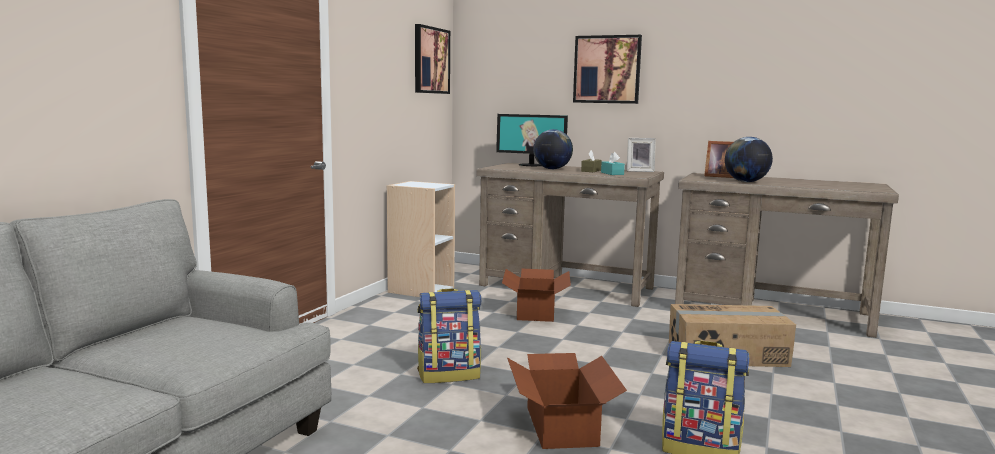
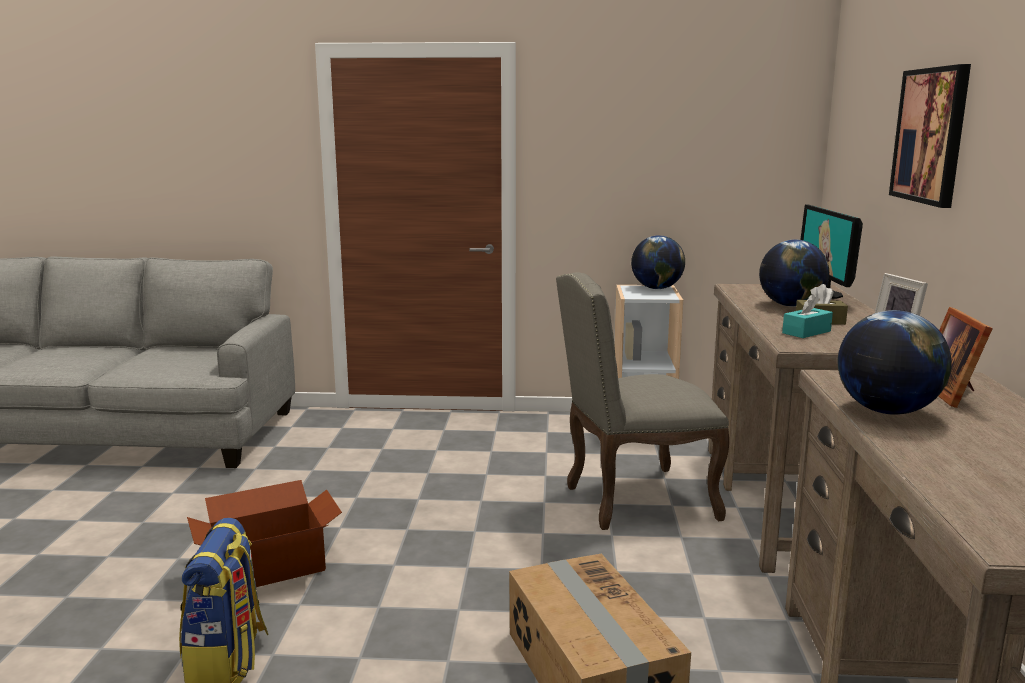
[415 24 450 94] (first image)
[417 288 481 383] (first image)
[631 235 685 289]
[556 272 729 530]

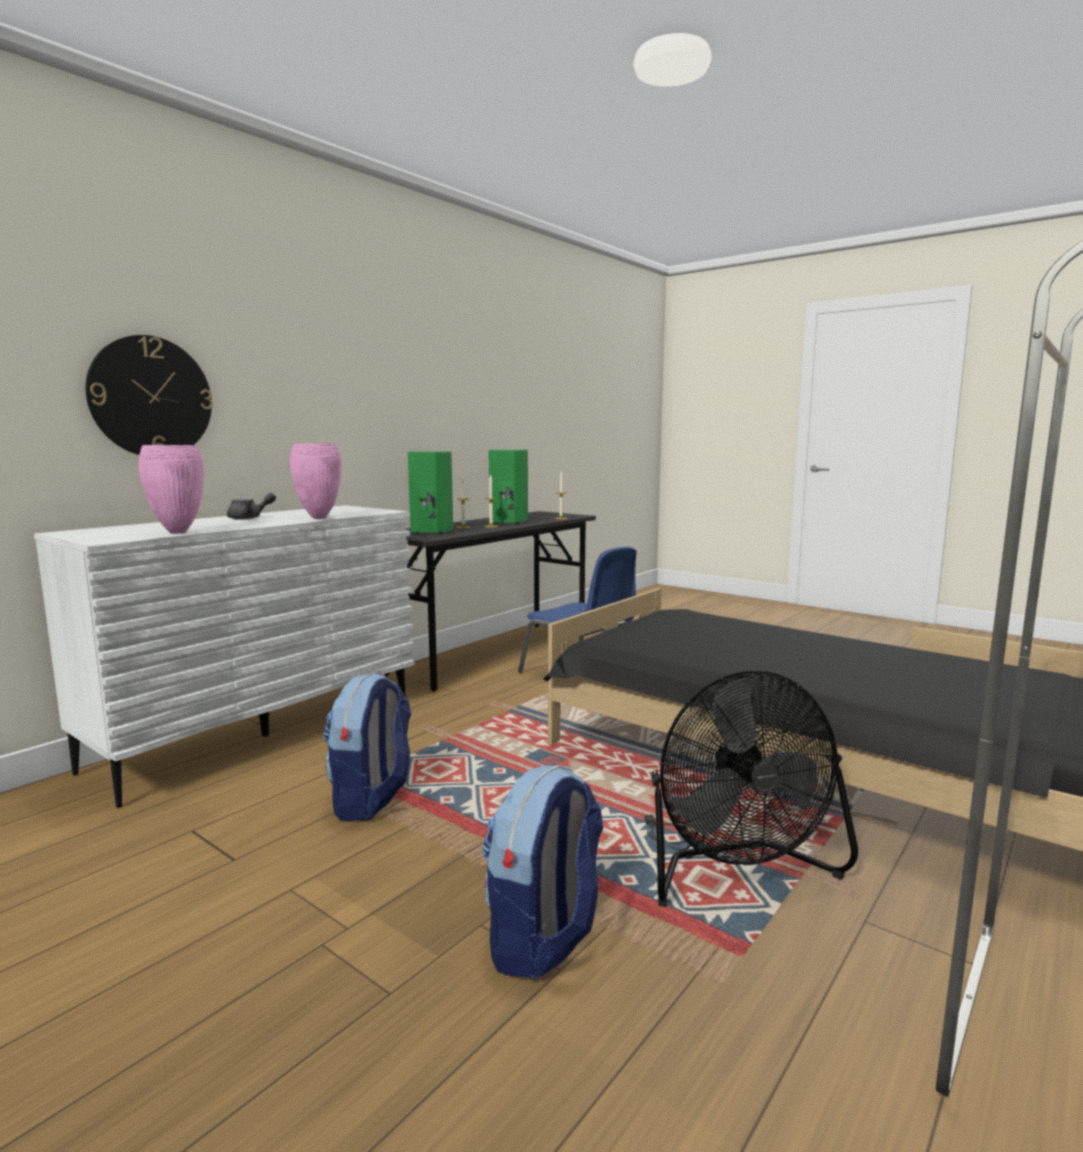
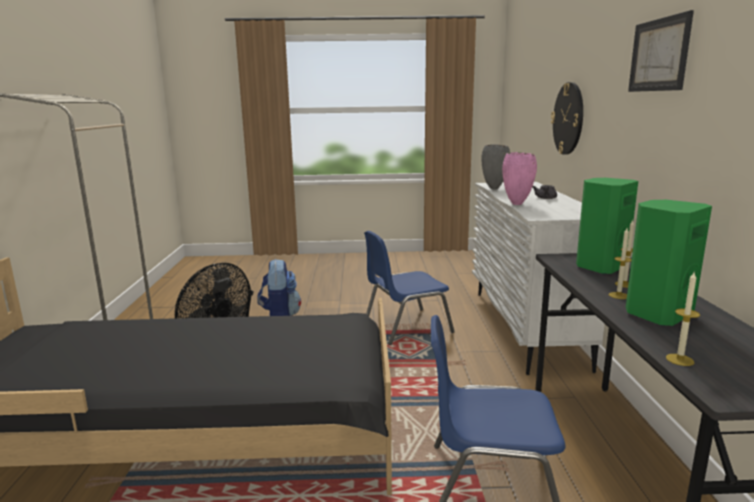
[628 10 694 92]
[364 231 455 345]
[481 144 510 189]

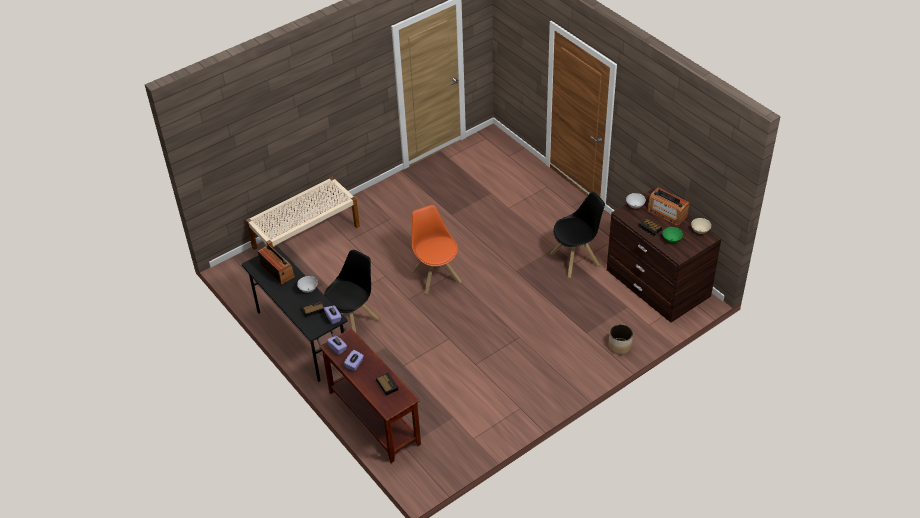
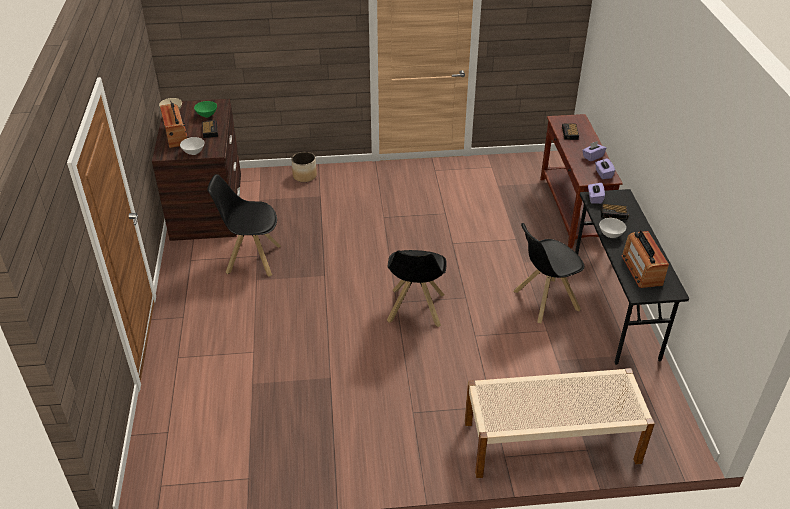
[387 250 447 327]

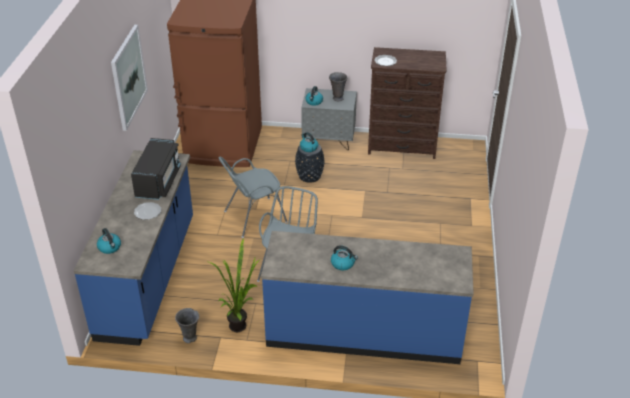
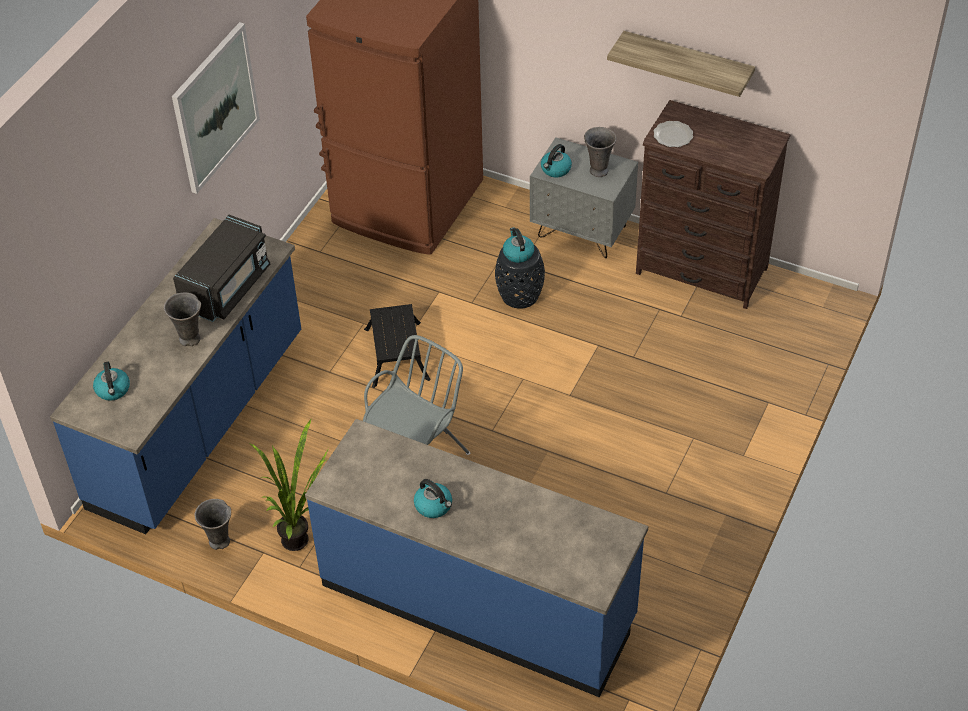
[607 31 755 97]
[164 292 201 346]
[364 304 431 388]

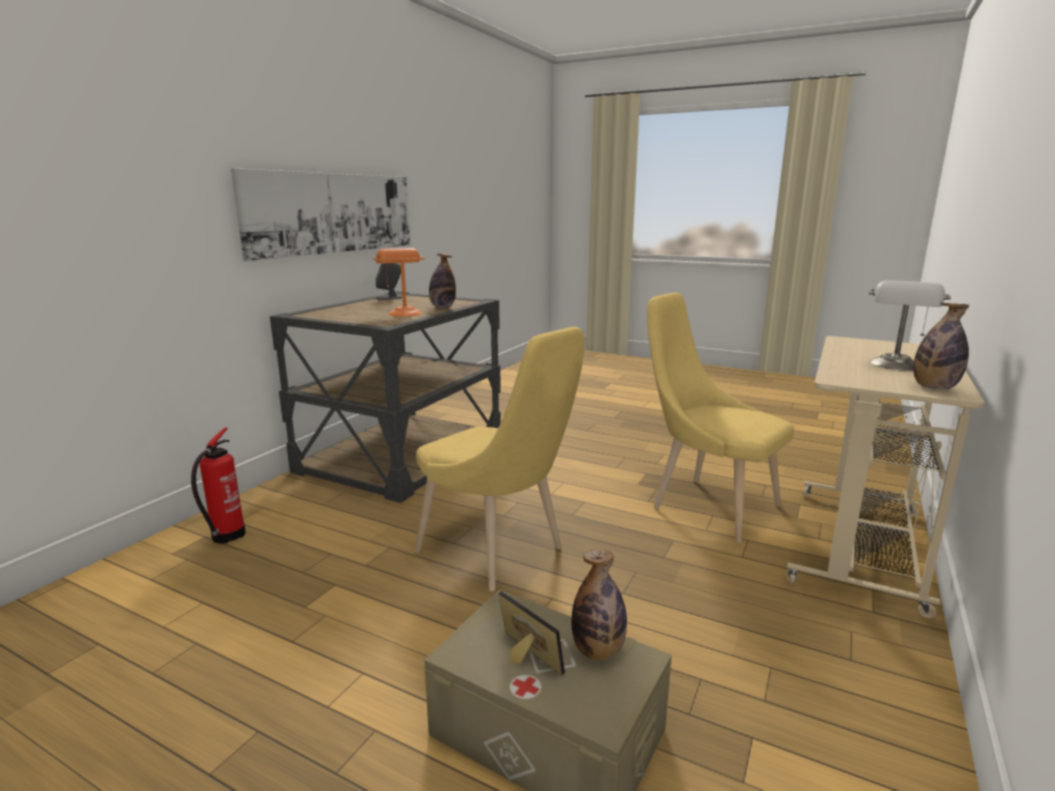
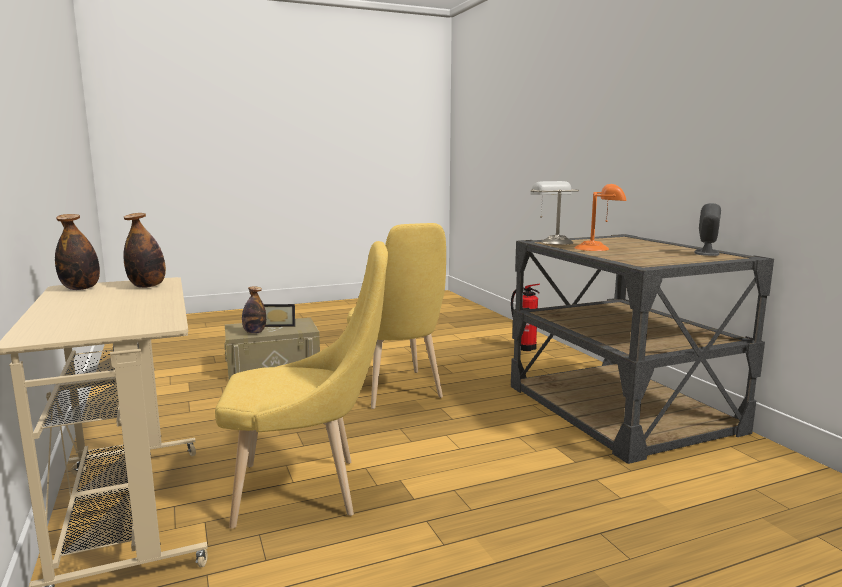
[231 168 410 261] (first image)
[123 213 166 288]
[530 181 579 245]
[347 223 446 409]

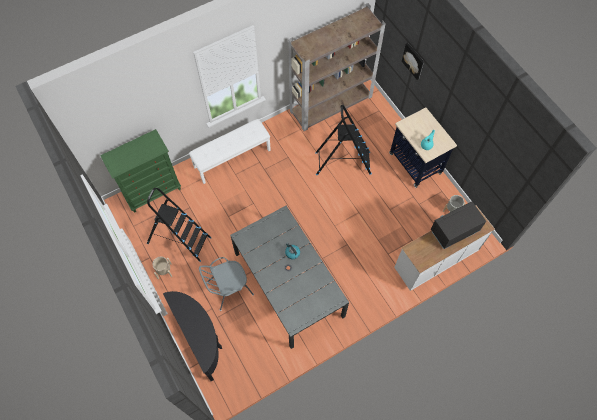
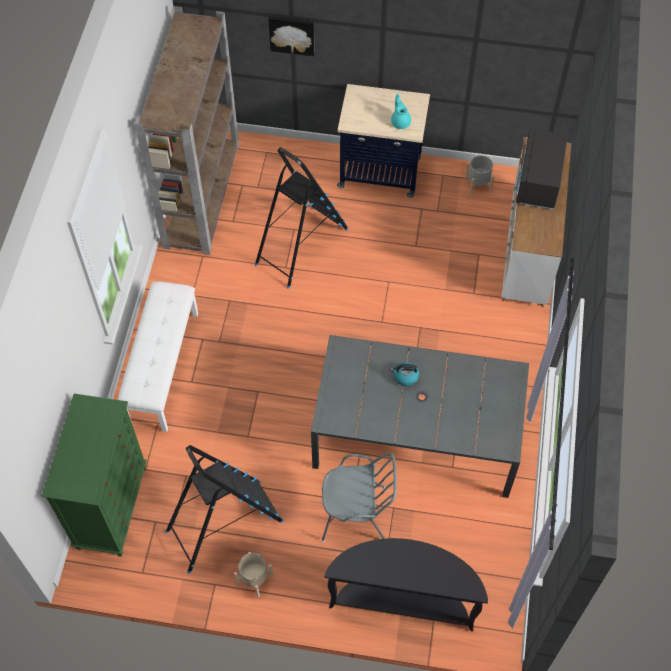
[321 453 397 542]

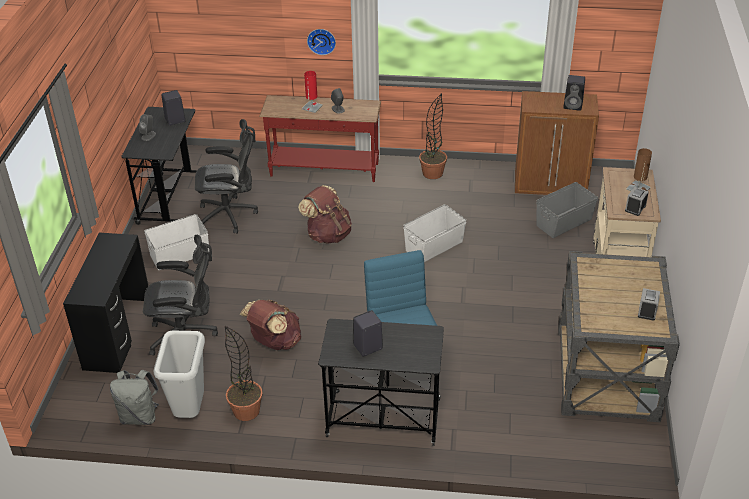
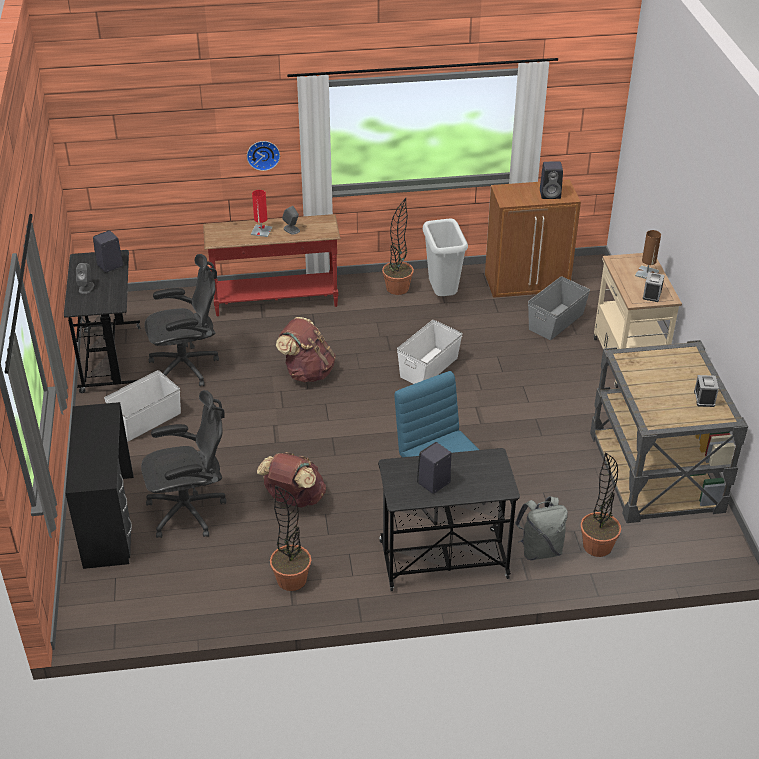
[581 453 621 557]
[515 496 568 561]
[423 219 468 296]

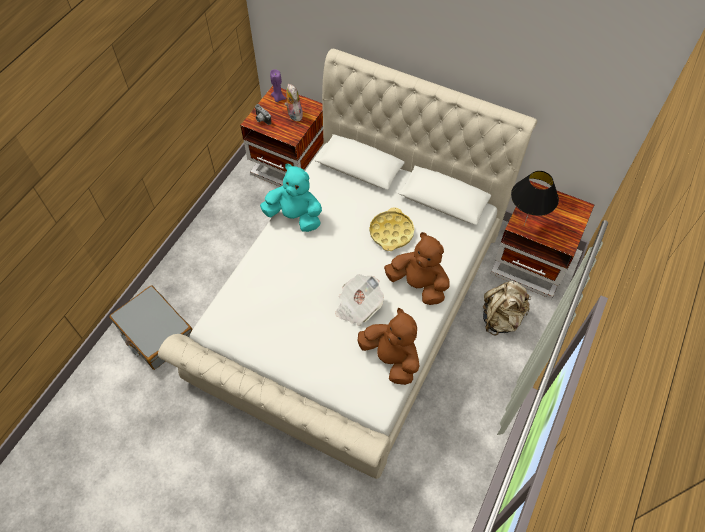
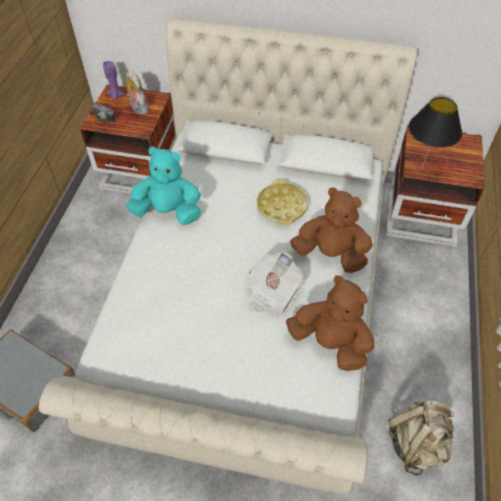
[388 400 454 476]

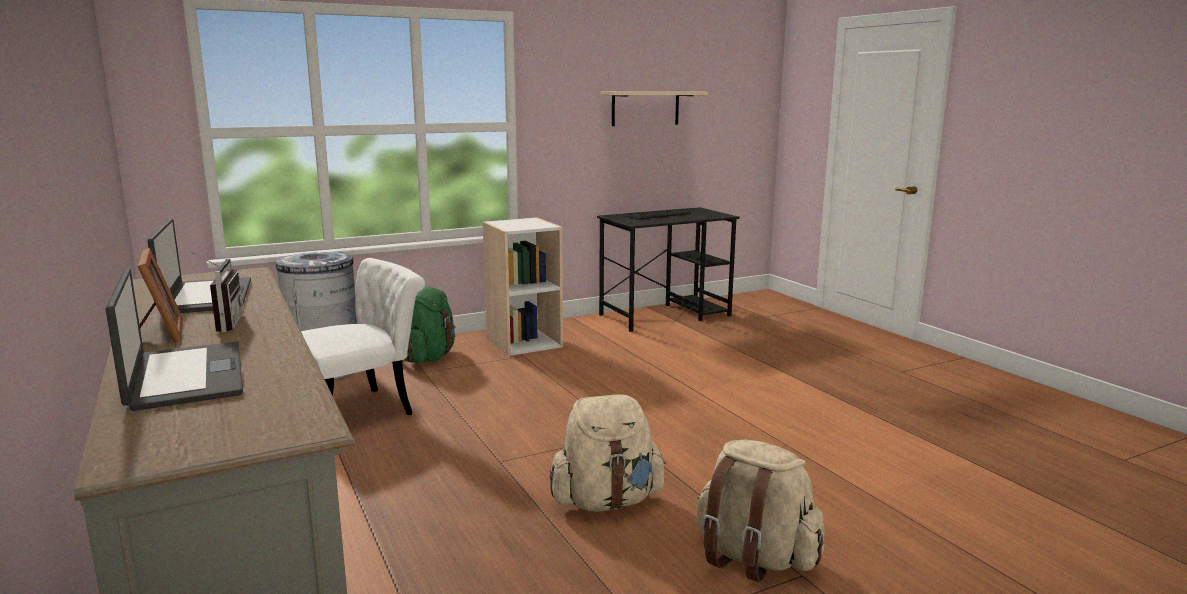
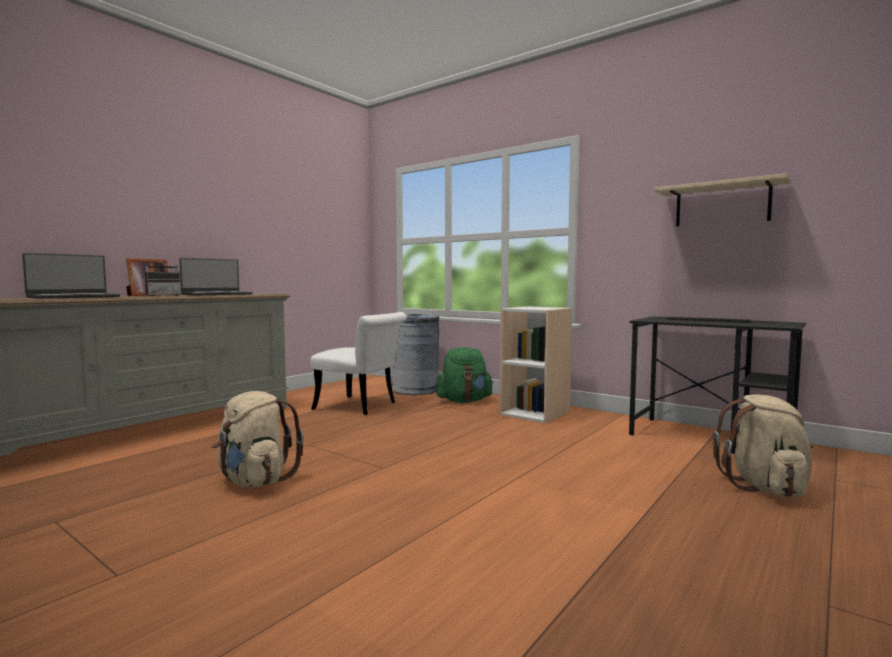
[713 394 814 497]

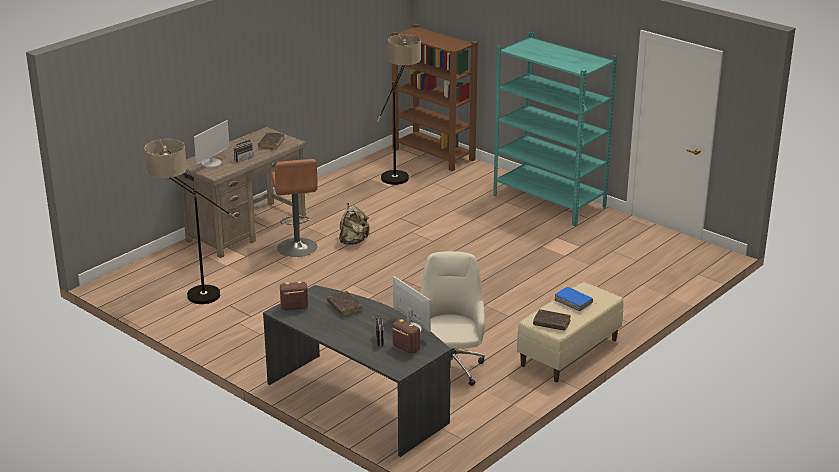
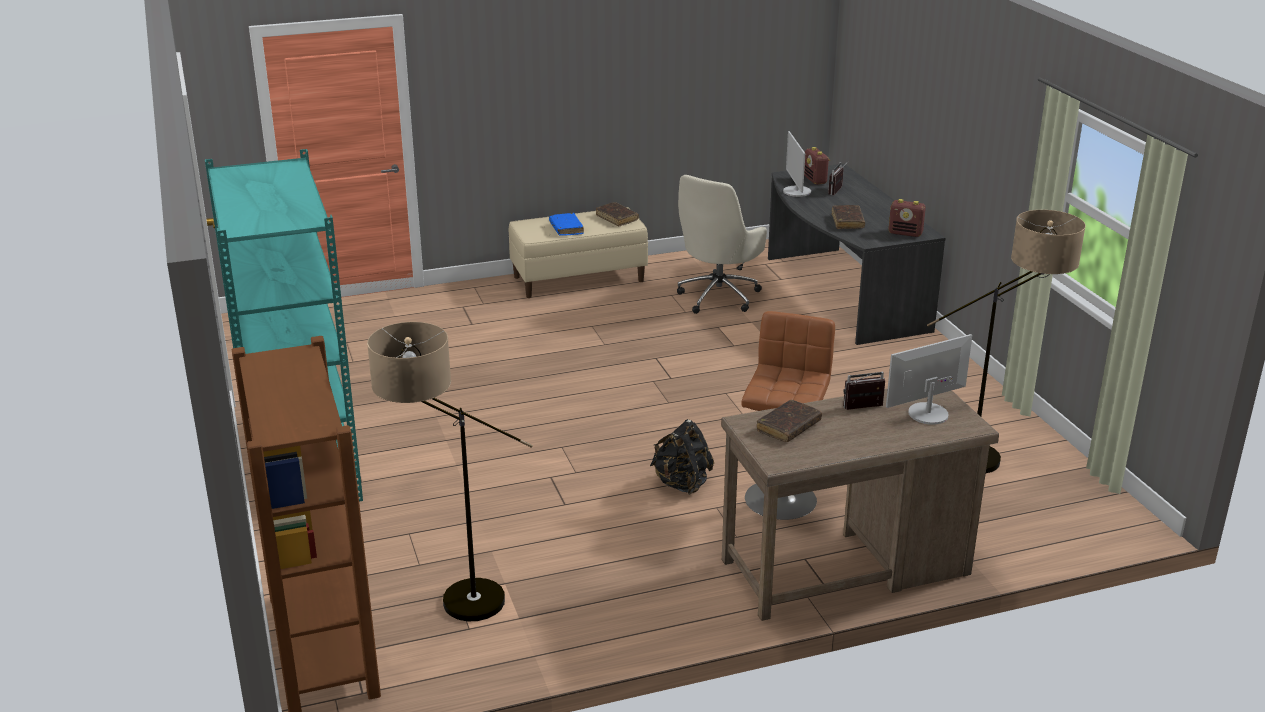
[650 419 714 495]

